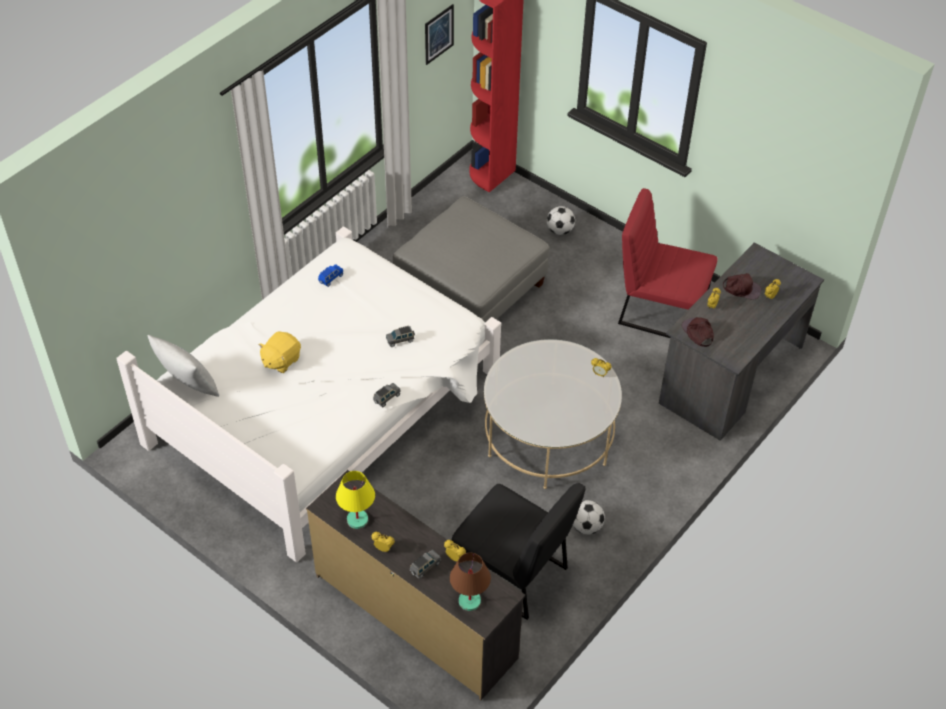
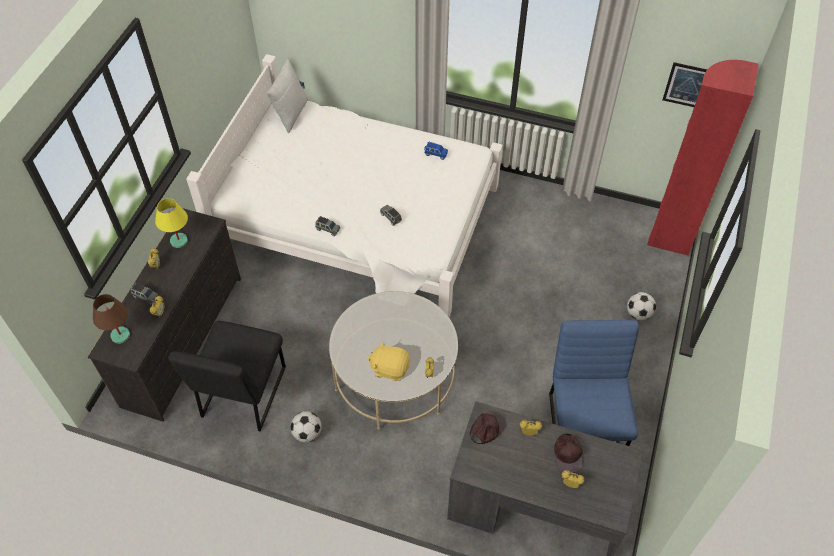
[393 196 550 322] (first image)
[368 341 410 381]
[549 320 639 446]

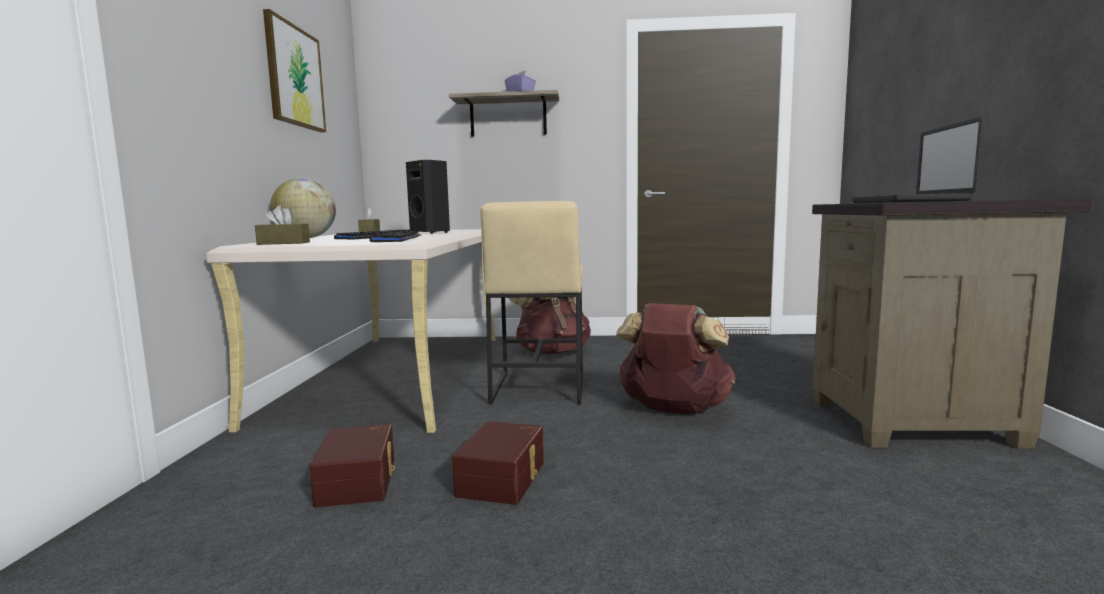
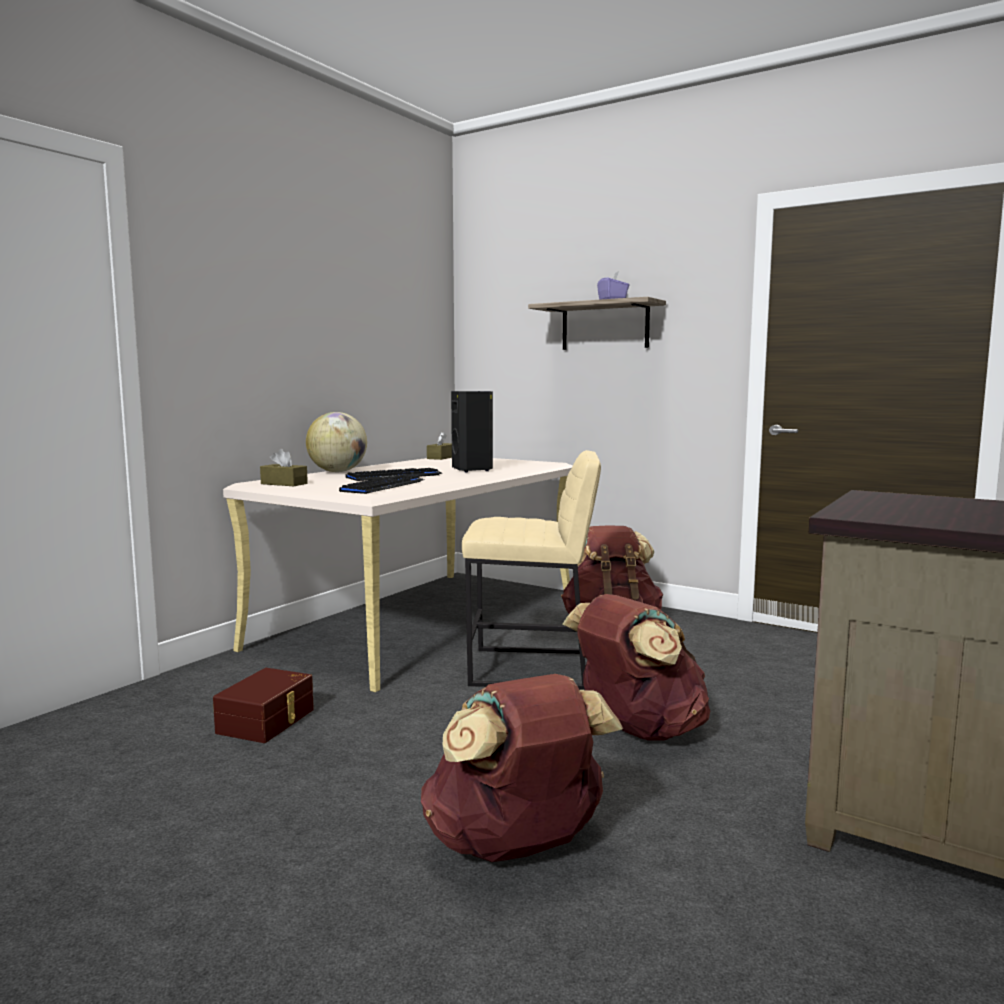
[263 9 326 132] (first image)
[452 421 544 505] (first image)
[852 117 983 203] (first image)
[421 674 623 862]
[462 450 601 690]

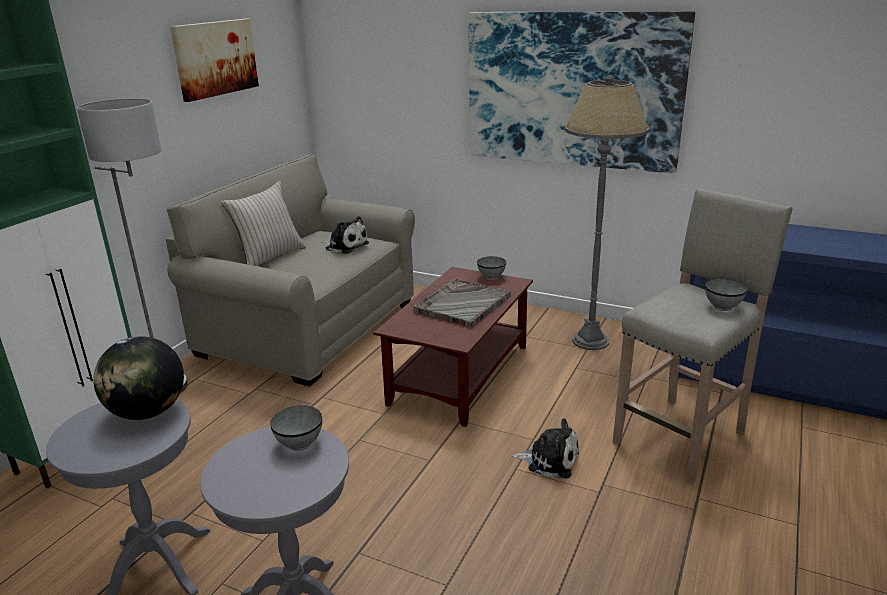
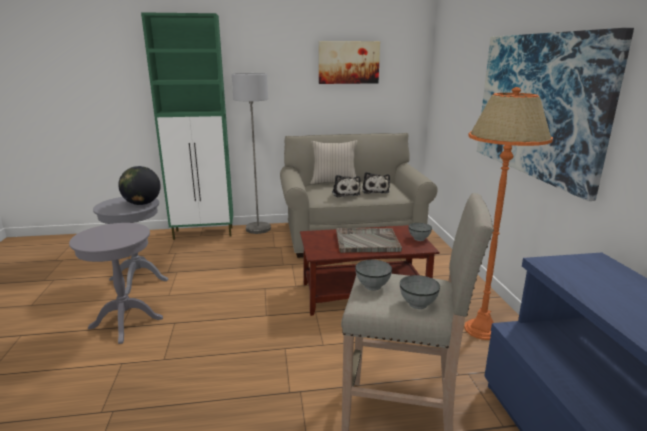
[355 260 392 291]
[332 175 360 197]
[464 87 553 340]

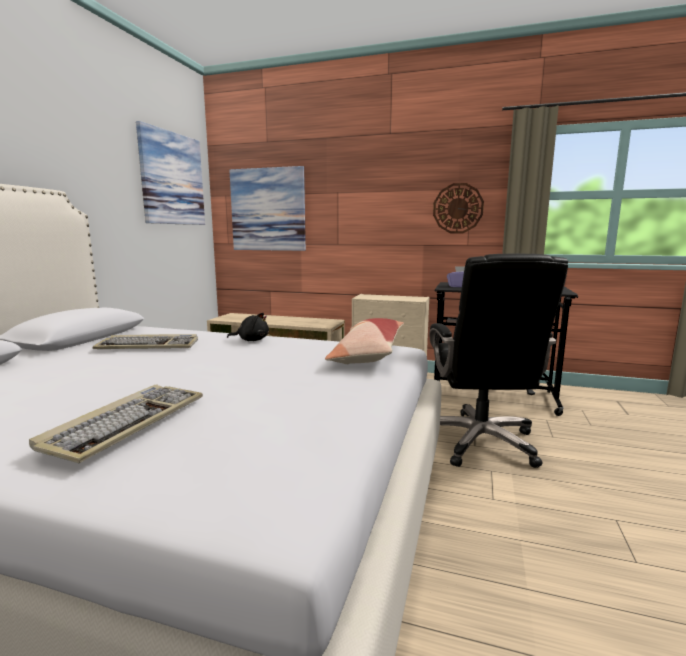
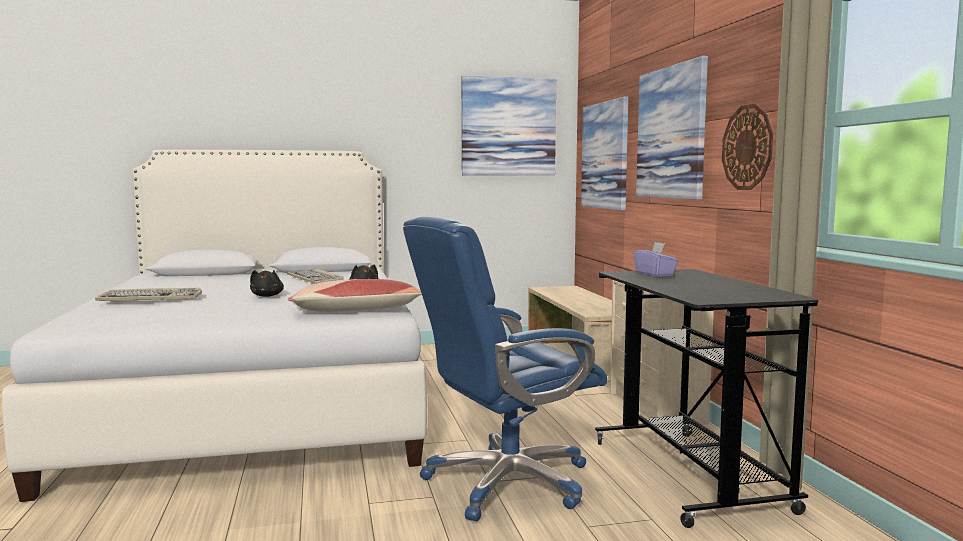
[250 270 284 297]
[636 56 708 200]
[403 217 607 521]

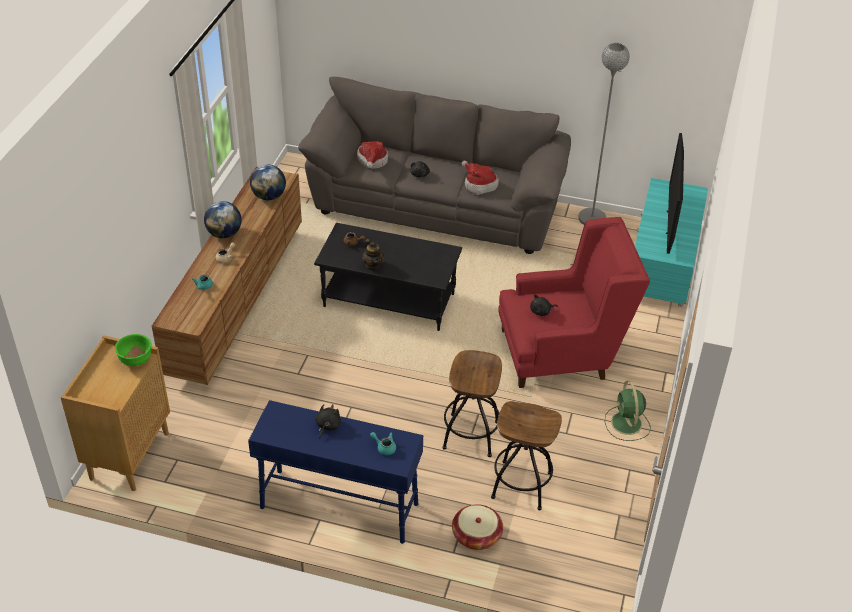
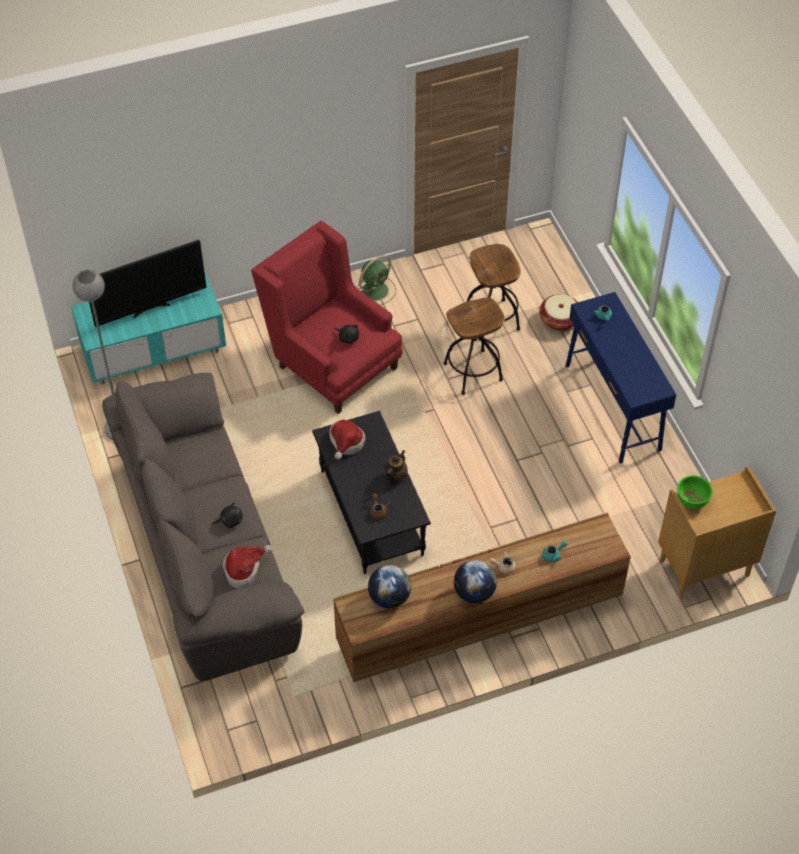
[315 404 341 439] (first image)
[329 420 365 460]

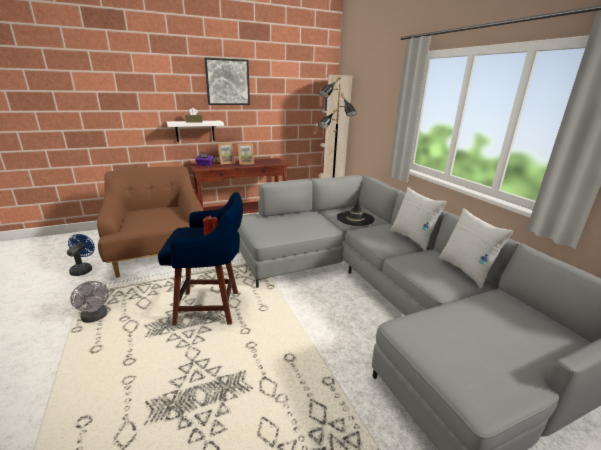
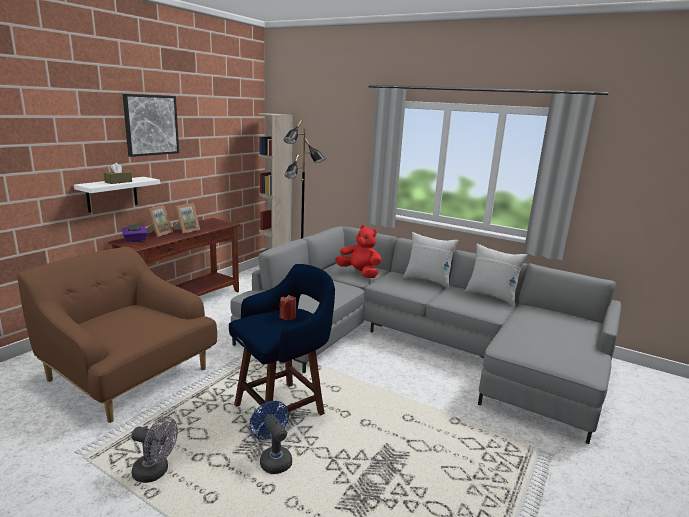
[249 401 292 474]
[335 225 381 278]

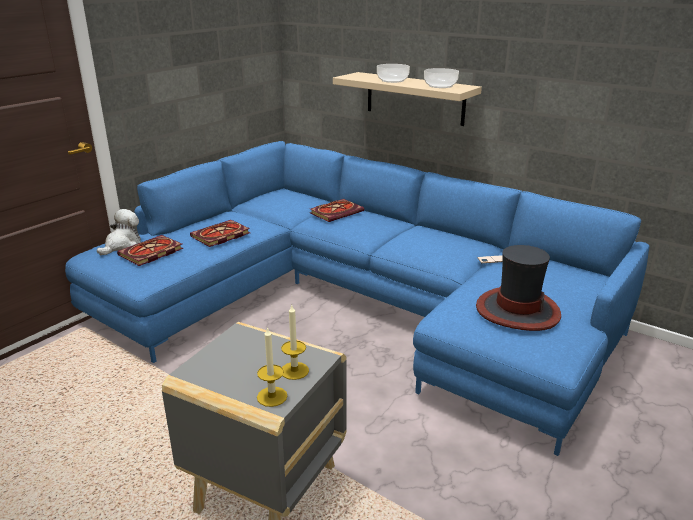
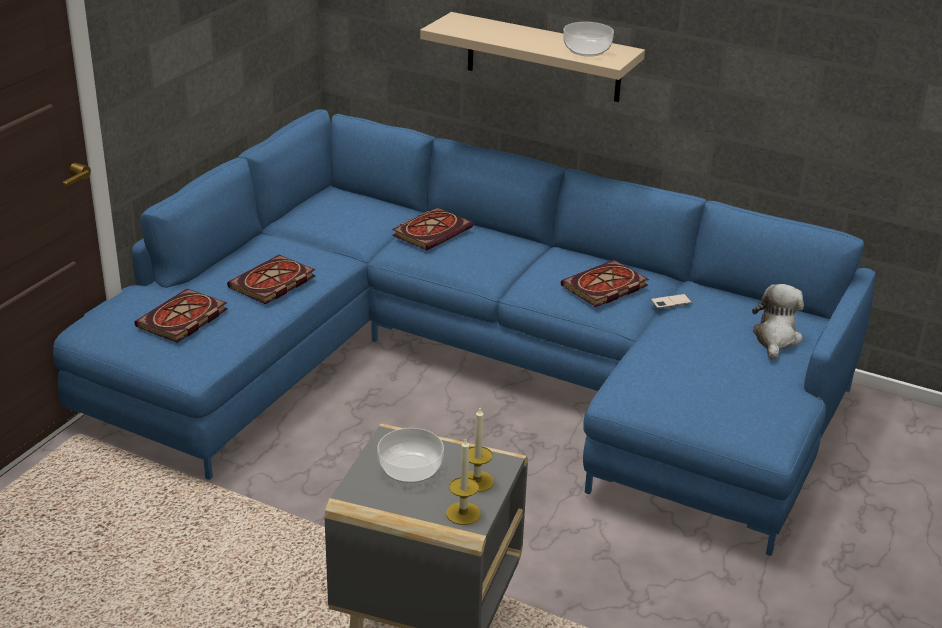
[476 245 561 331] (first image)
[561 260 649 307]
[752 284 804 360]
[377 428 444 484]

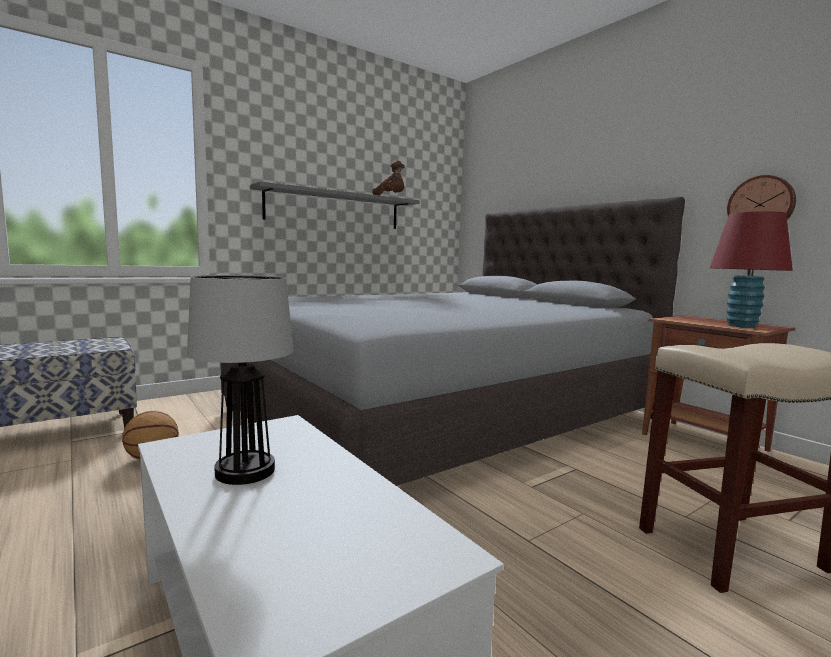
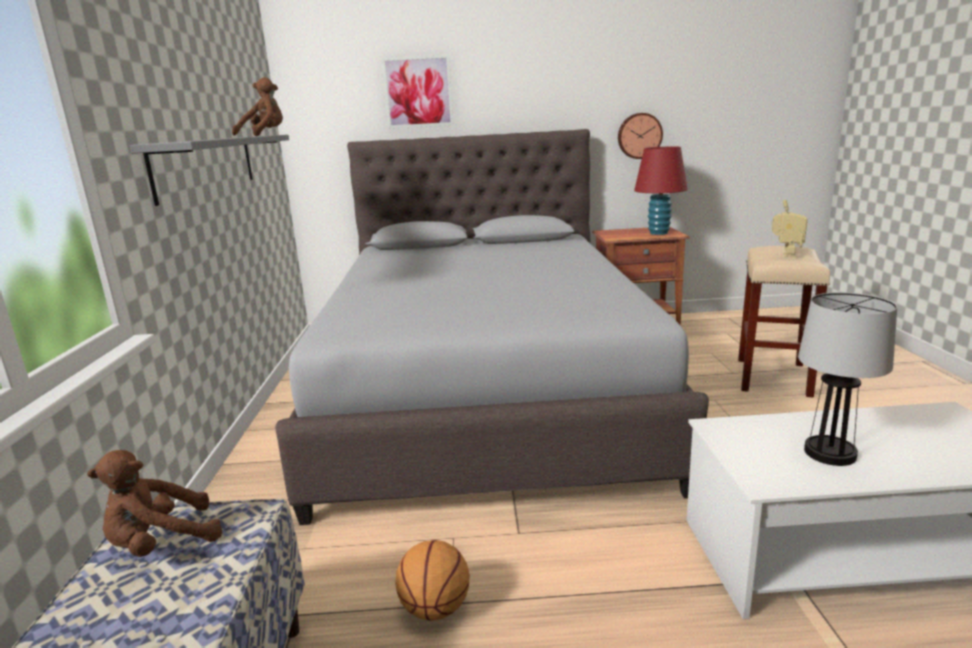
[87 450 223 557]
[382 55 454 129]
[772 200 808 258]

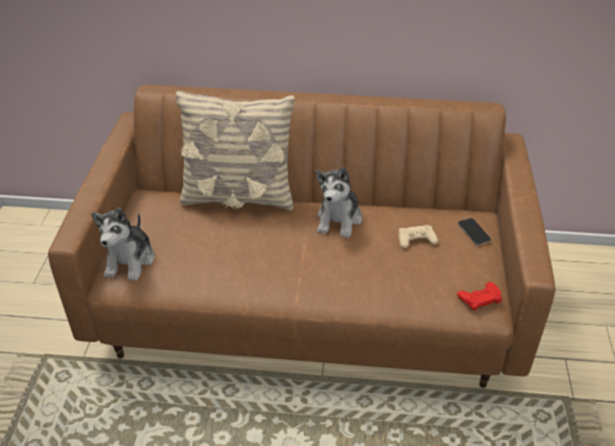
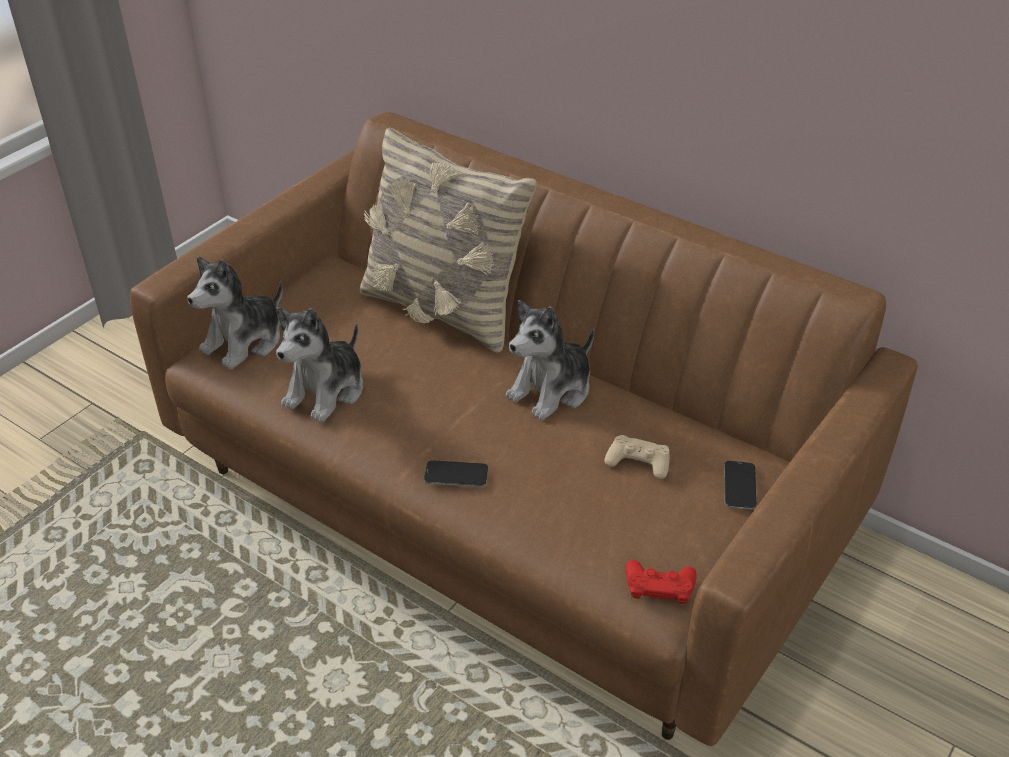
[276 307 363 422]
[424 461 488 487]

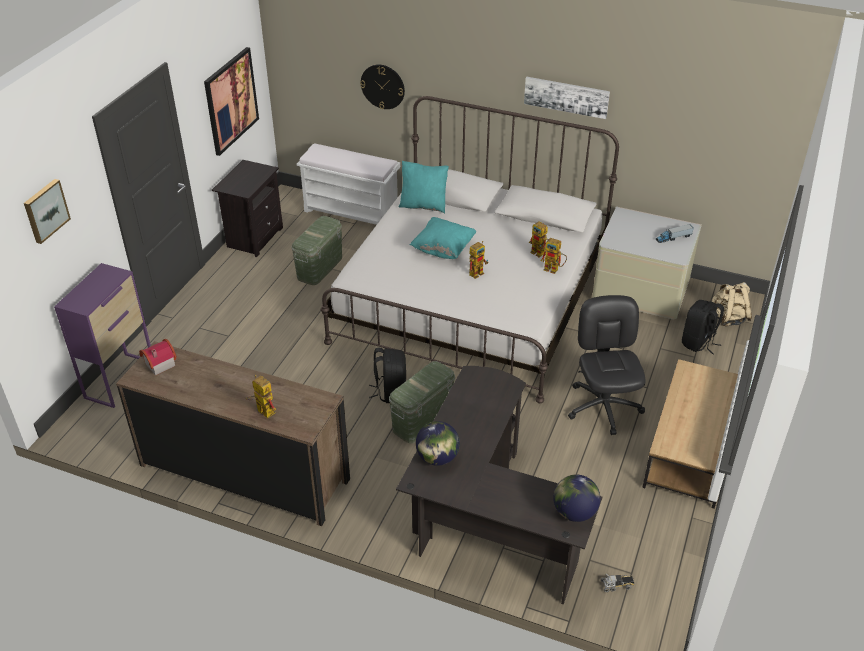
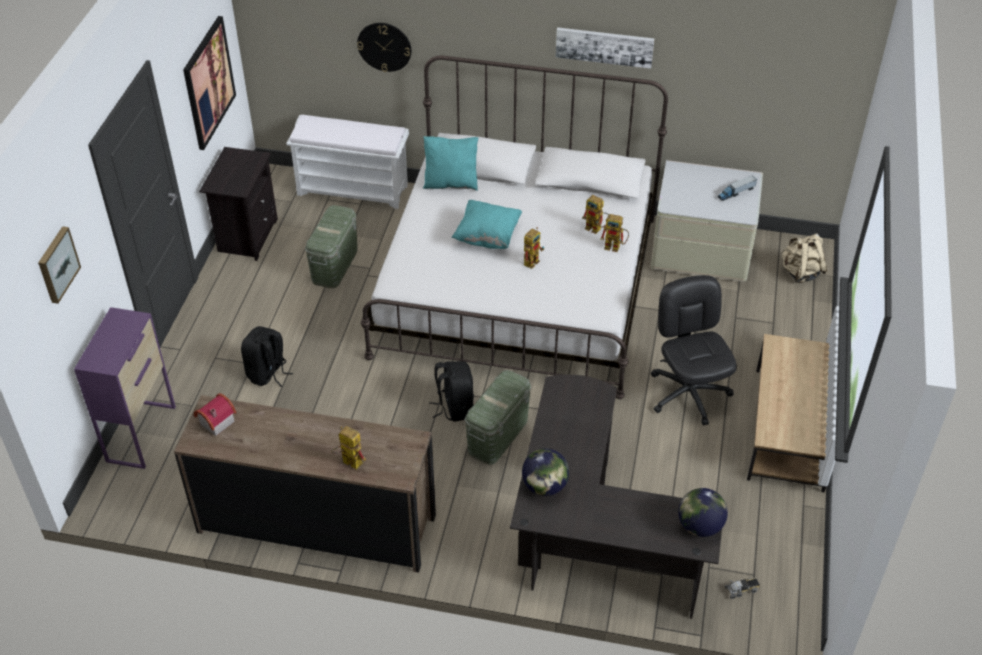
[241 326 293 387]

